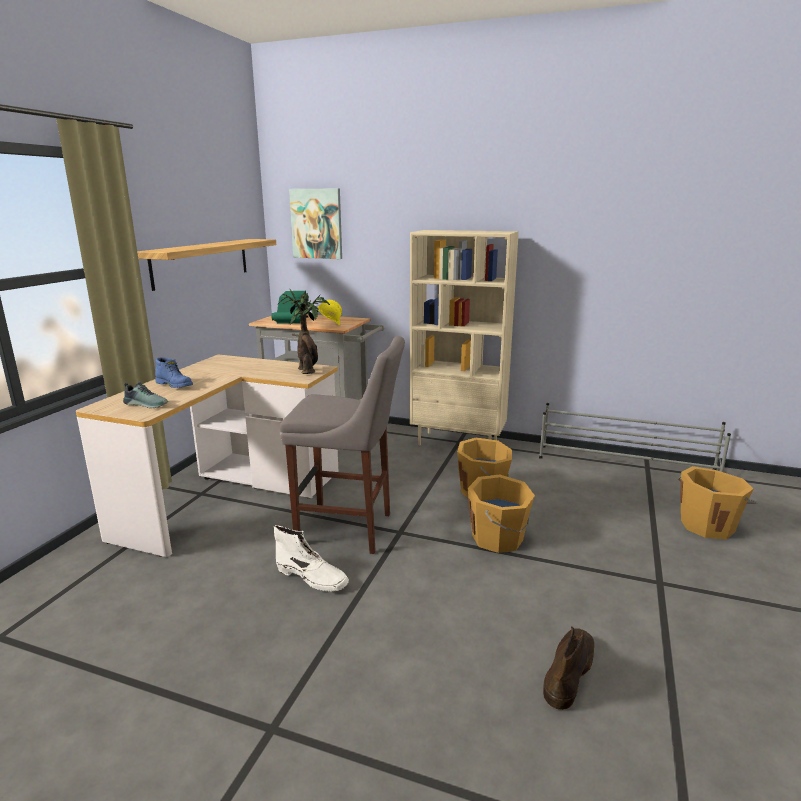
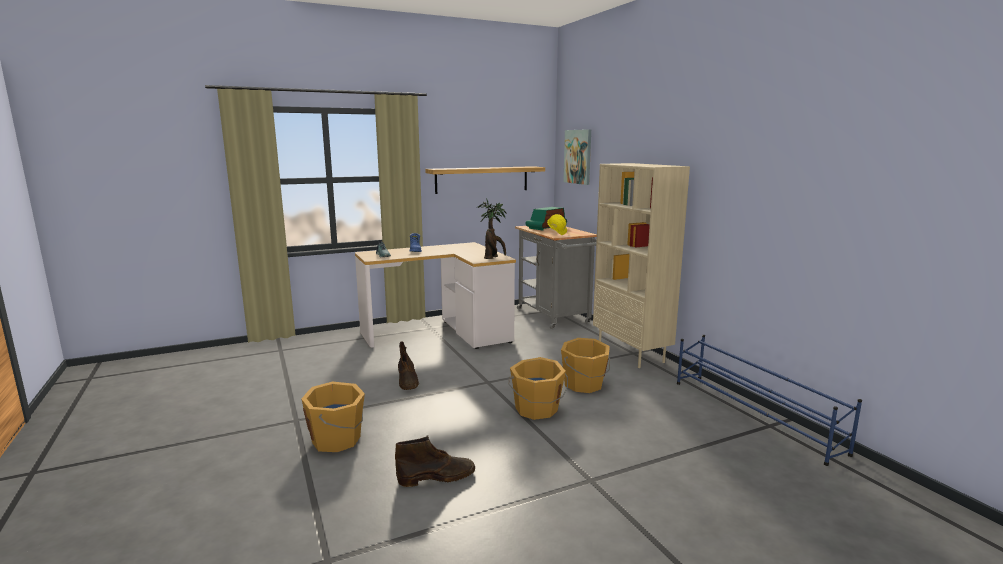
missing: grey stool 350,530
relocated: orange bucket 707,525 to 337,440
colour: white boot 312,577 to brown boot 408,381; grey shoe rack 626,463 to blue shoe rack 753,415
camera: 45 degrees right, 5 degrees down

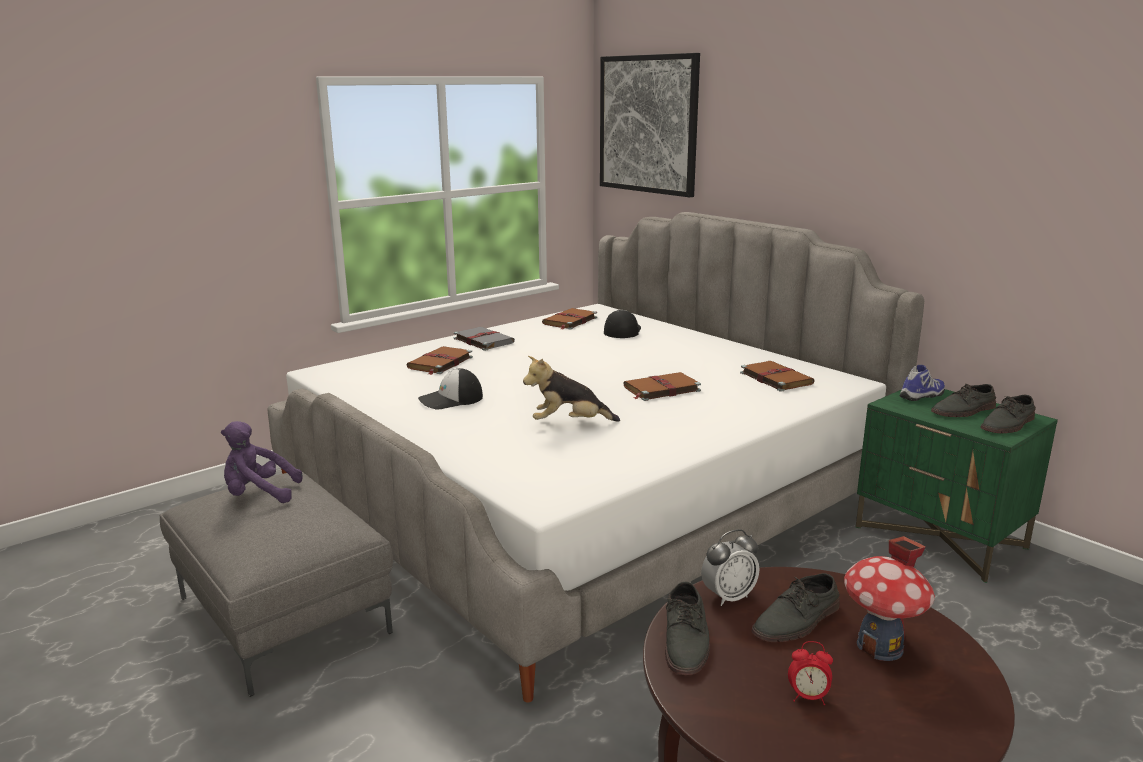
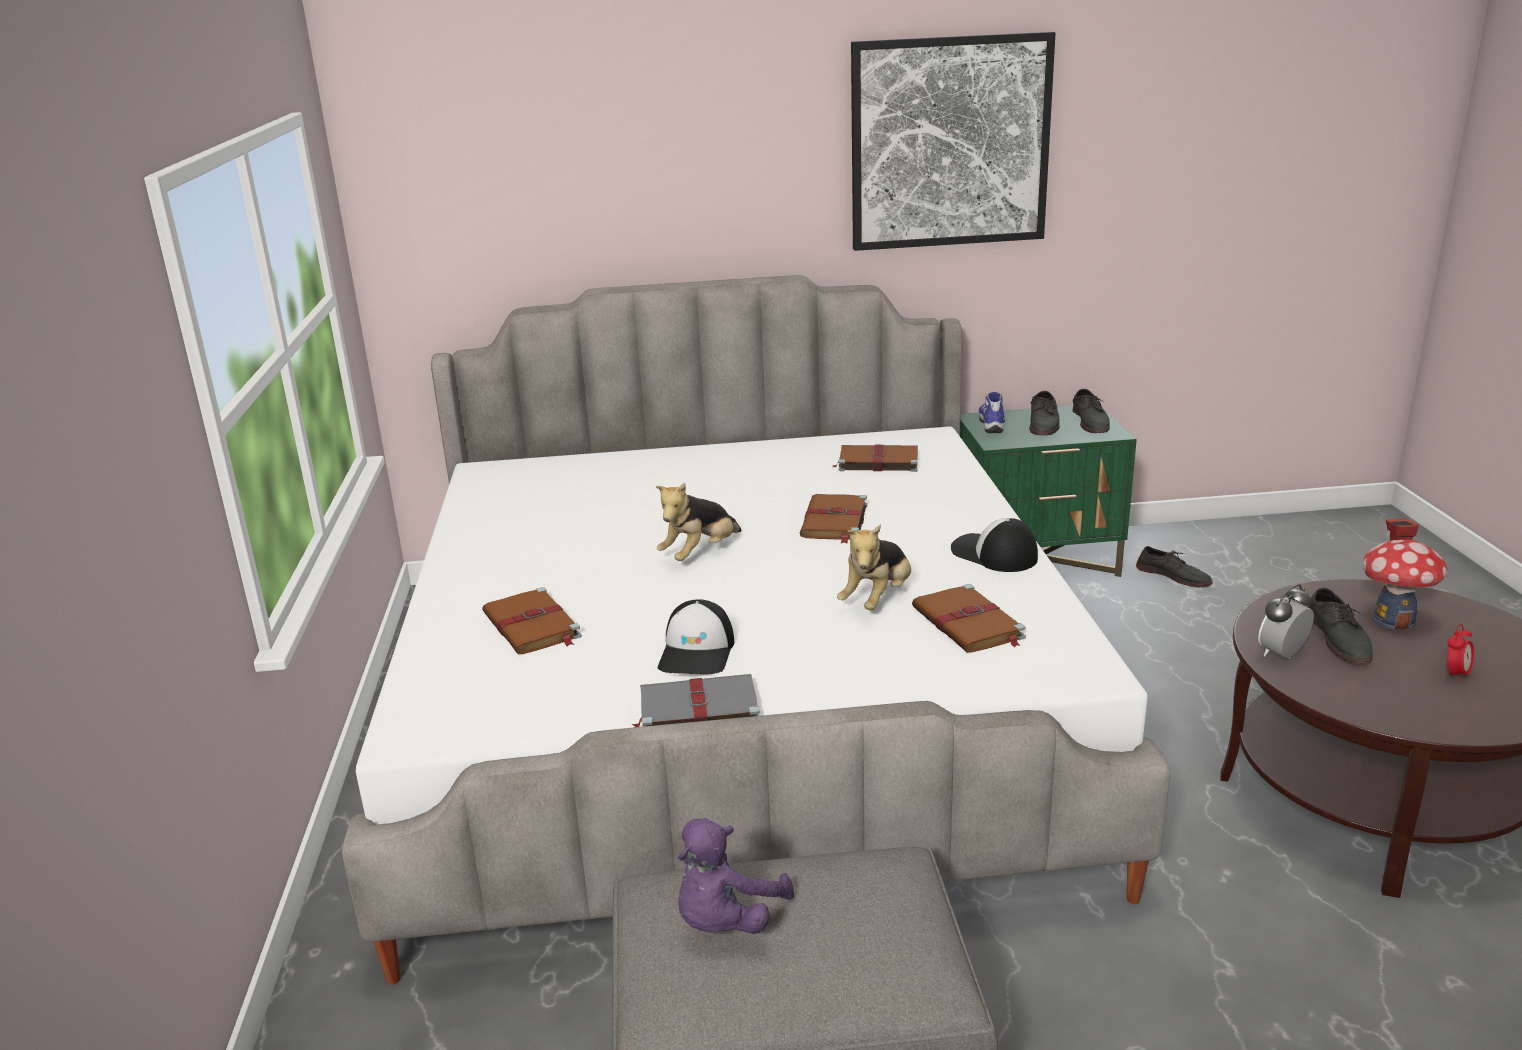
appeared: plush toy 700,553
relocated: grey book 482,340 to 696,709; picture 648,124 to 949,143; brown book 569,321 to 969,624; cap 622,331 to 993,554; grey shoe 686,640 to 1173,576
spun: alarm clock 728,597 = 1281,654 135 degrees counterclockwise
camera: 55 degrees left, 5 degrees up

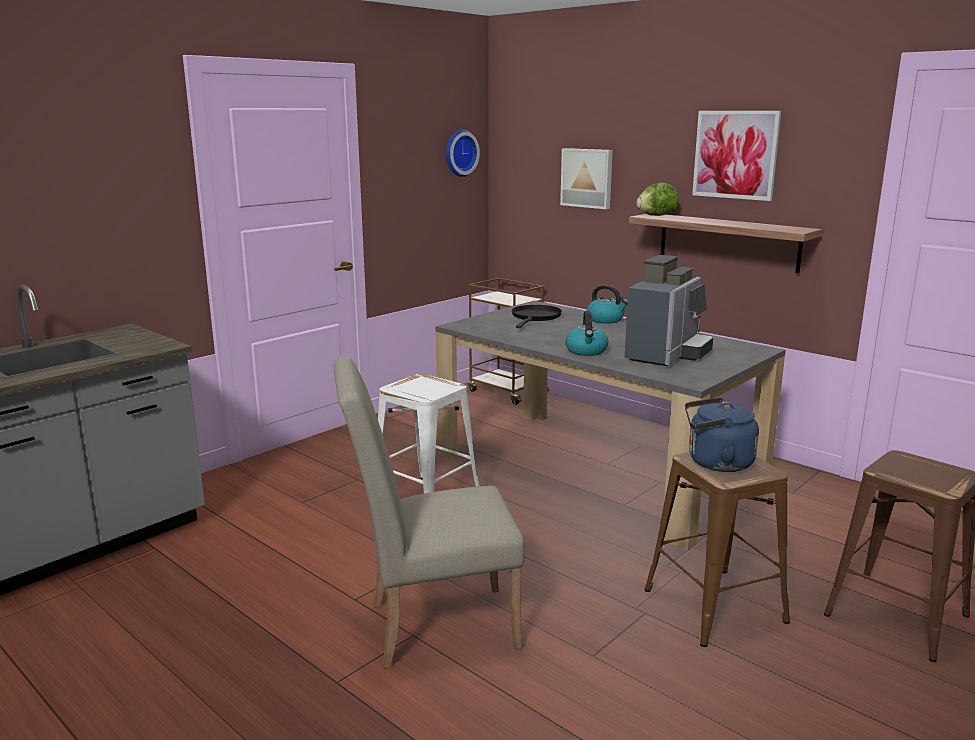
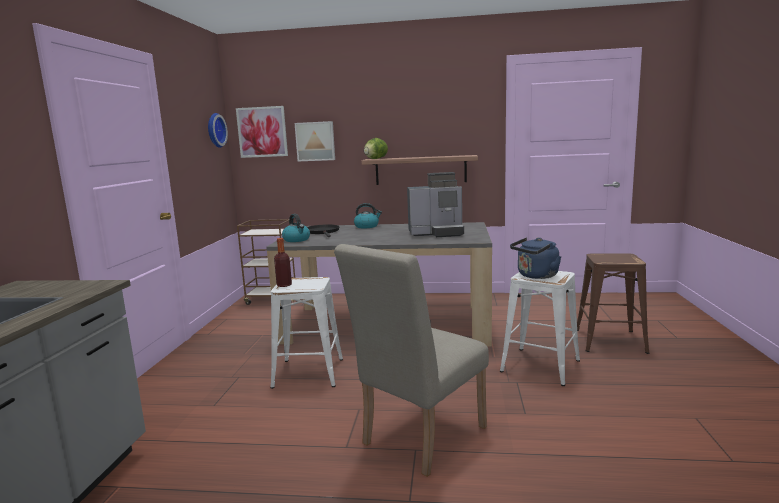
appeared: bottle 284,285
relocated: picture 735,154 to 262,132; kettle 586,351 to 297,240
colour: brown stool 716,605 to white stool 540,365
spun: coffee machine 667,354 = 437,233 90 degrees clockwise
camera: 35 degrees left, 5 degrees down

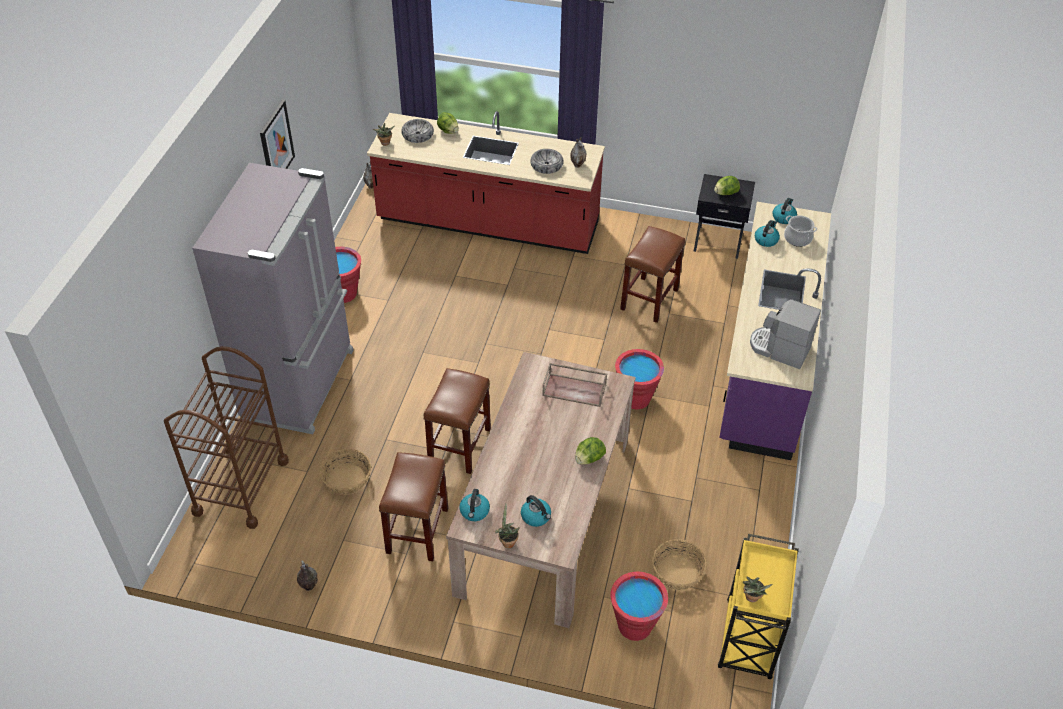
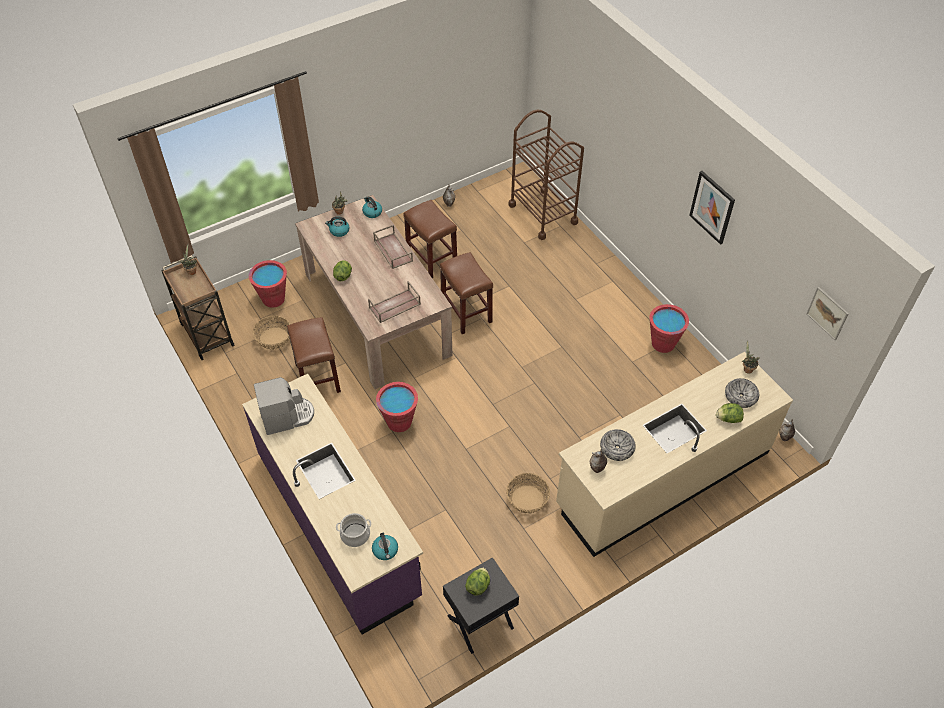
missing: grey fridge 301,384; kettle 766,240
appeared: brown tray 392,250; picture 827,313
relocated: brown stool 649,300 to 317,377; basket 346,479 to 527,499
colour: yellow cart 748,641 to brown cart 206,333; red counter 488,223 to beige counter 662,478
camera: 135 degrees right, 5 degrees up

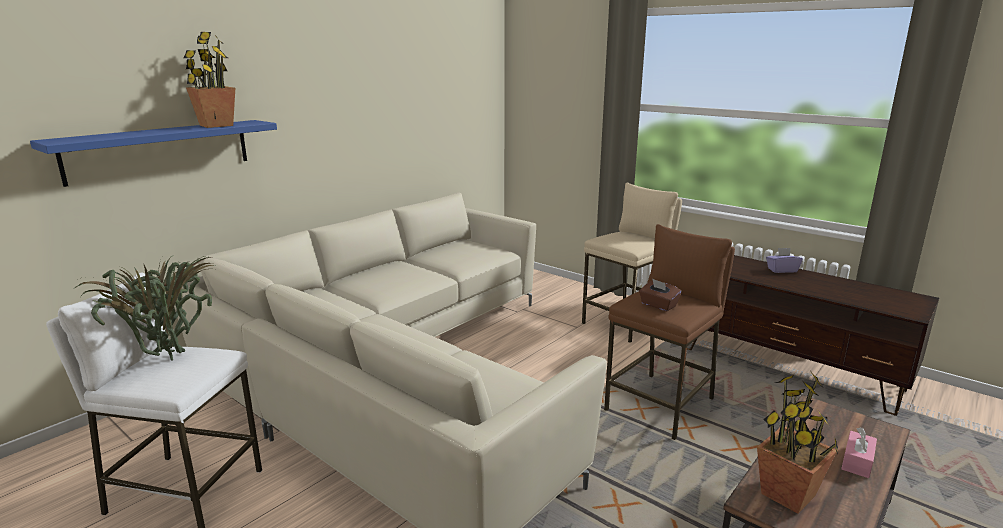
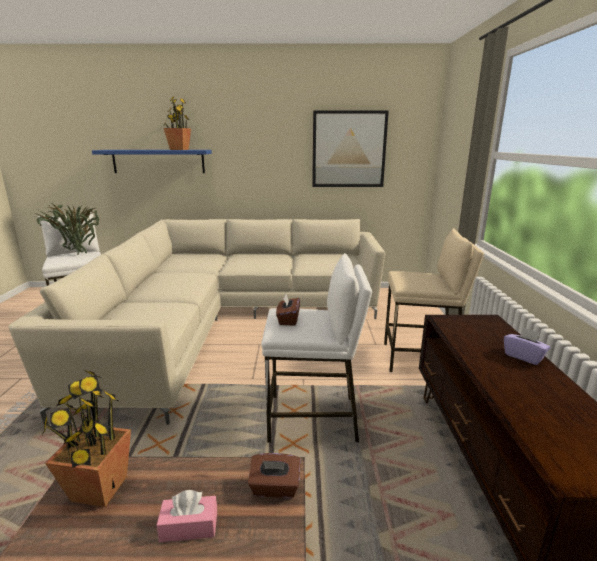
appeared: brown tissue box 275,488; picture 348,149
colour: brown stool 661,405 to white stool 313,419
camera: 50 degrees right, 0 degrees up

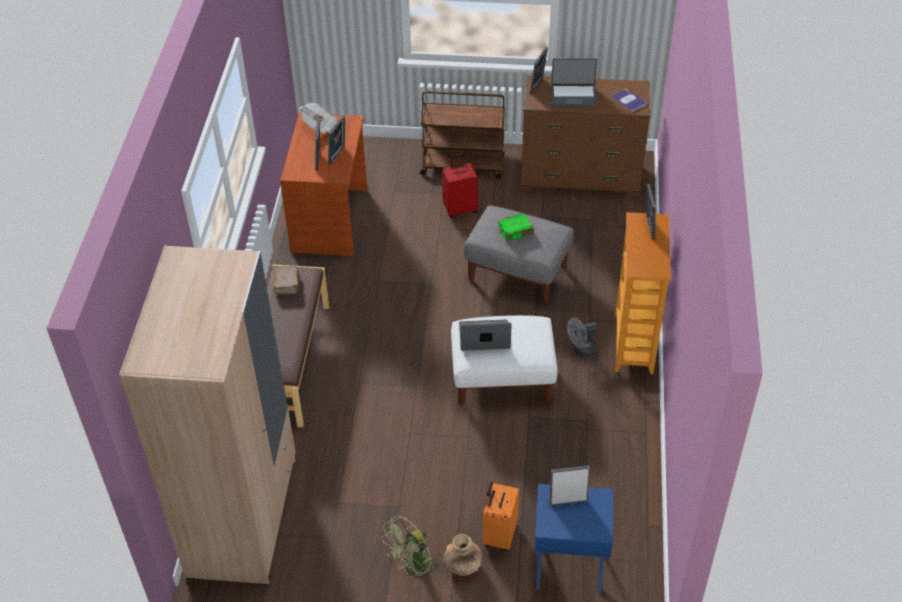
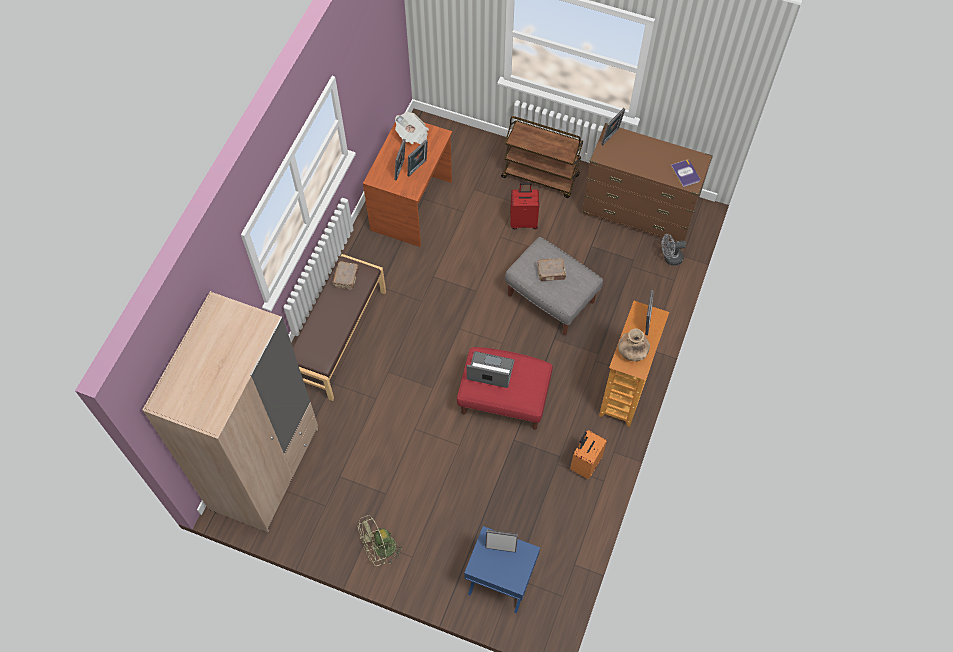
missing: laptop 573,96
relocated: orange suitcase 499,534 to 585,463; brown vase 462,566 to 632,352; grey fan 581,350 to 670,258
colour: white ottoman 501,379 to red ottoman 503,399; green book 516,232 to brown book 551,272
camera: 15 degrees right, 15 degrees up

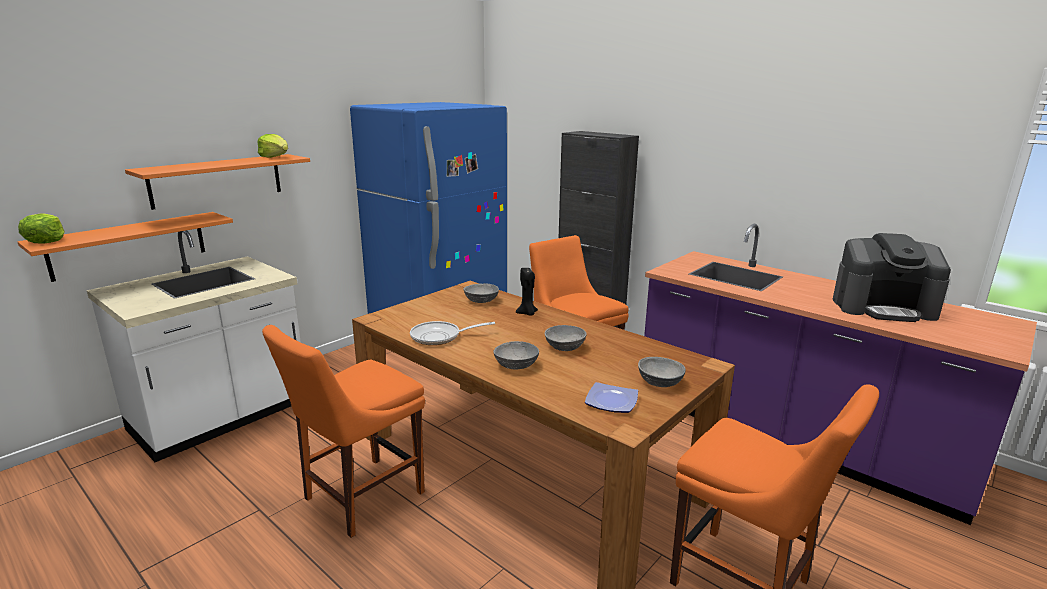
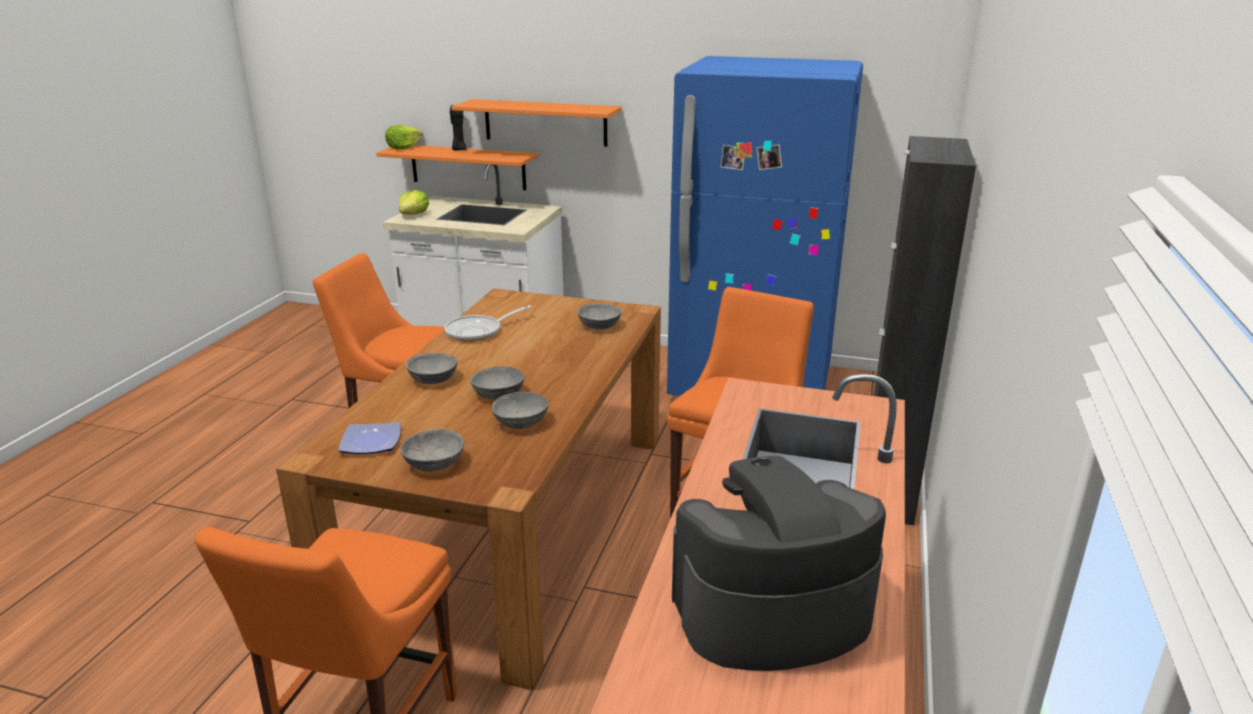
appeared: grey bowl 522,422
relocated: lettuce 275,157 to 413,215; black candle 527,313 to 459,150
spun: frying pan 440,337 = 478,331 90 degrees counterclockwise; coffee machine 883,307 = 770,611 90 degrees clockwise
camera: 65 degrees right, 5 degrees up

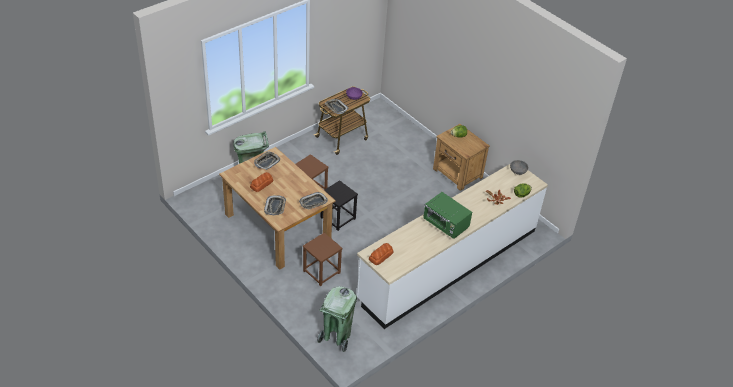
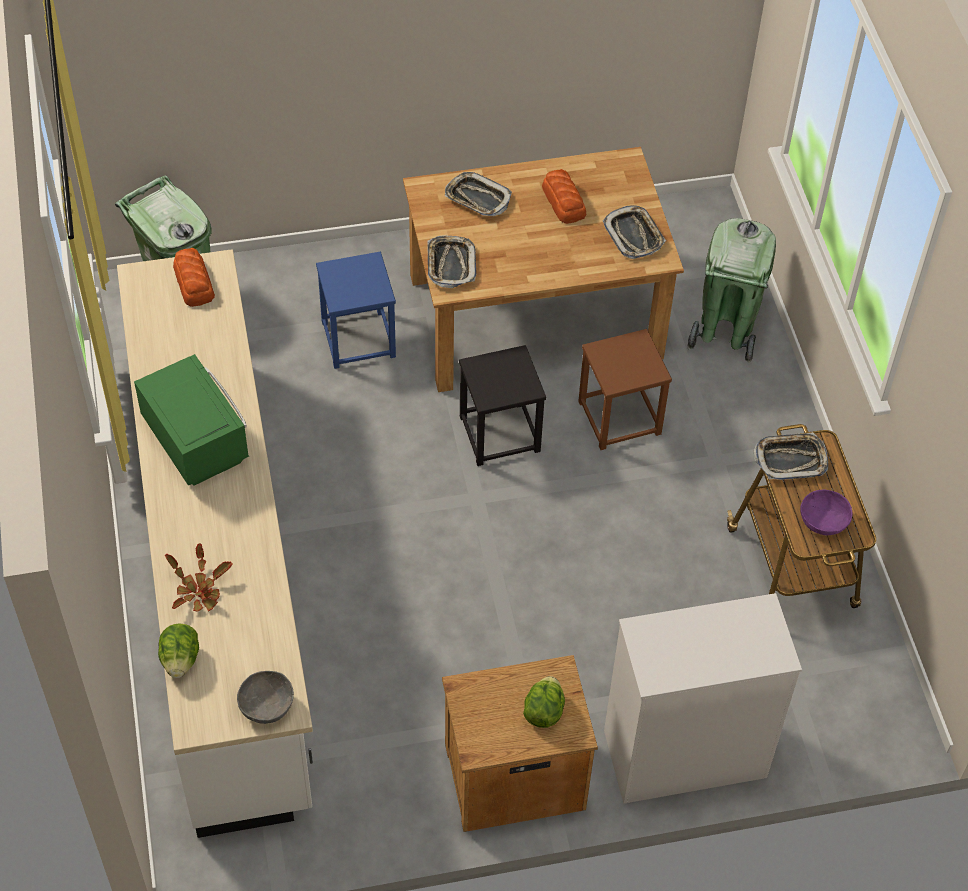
appeared: white dresser 683,754
colour: brown stool 322,272 to blue stool 357,339
spun: green microwave 446,225 = 196,440 75 degrees clockwise
camera: 120 degrees right, 10 degrees up

